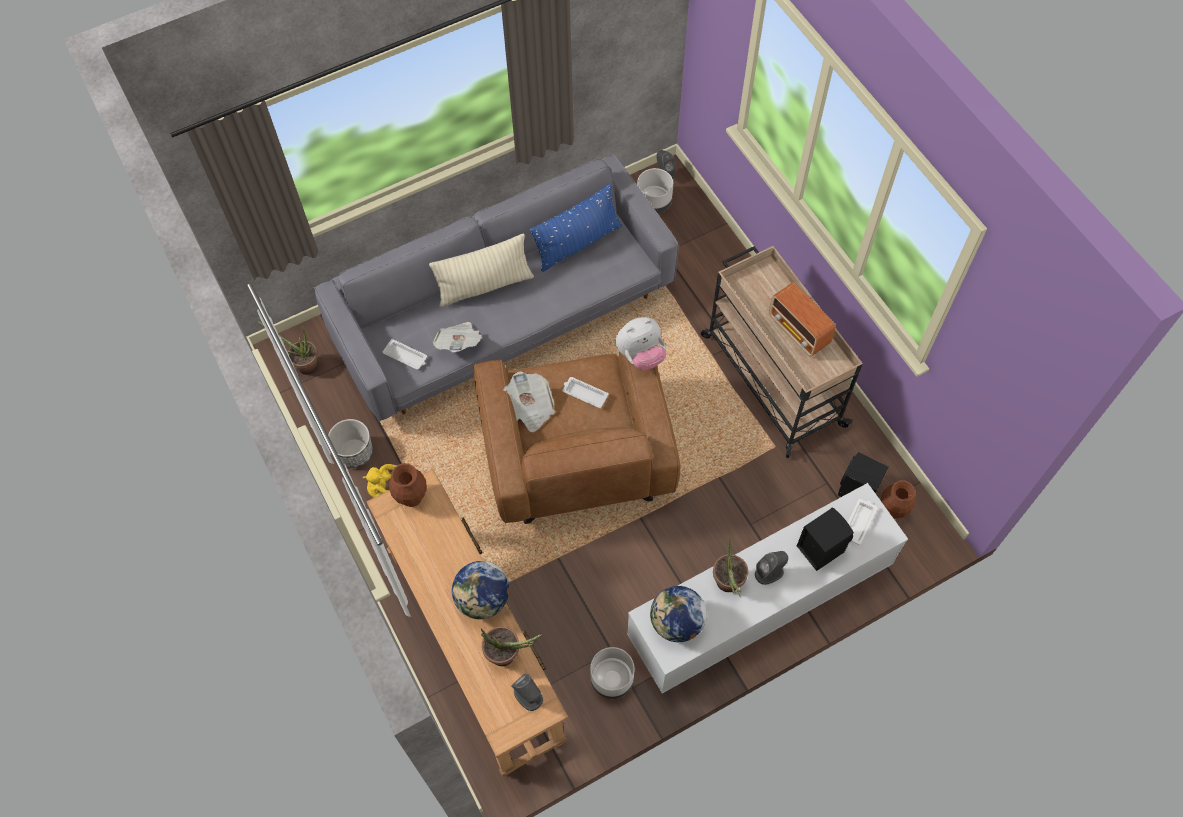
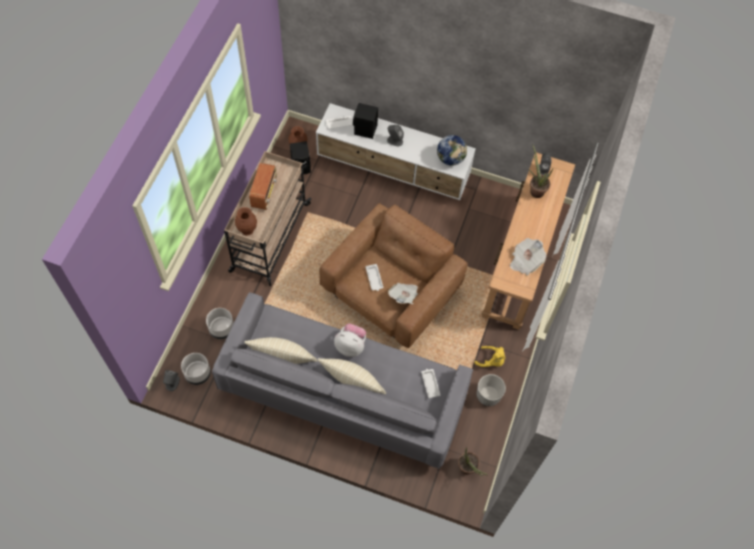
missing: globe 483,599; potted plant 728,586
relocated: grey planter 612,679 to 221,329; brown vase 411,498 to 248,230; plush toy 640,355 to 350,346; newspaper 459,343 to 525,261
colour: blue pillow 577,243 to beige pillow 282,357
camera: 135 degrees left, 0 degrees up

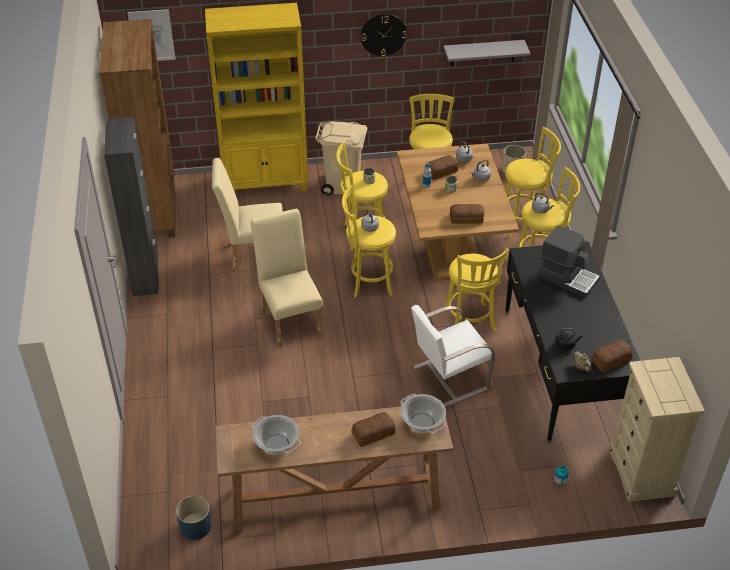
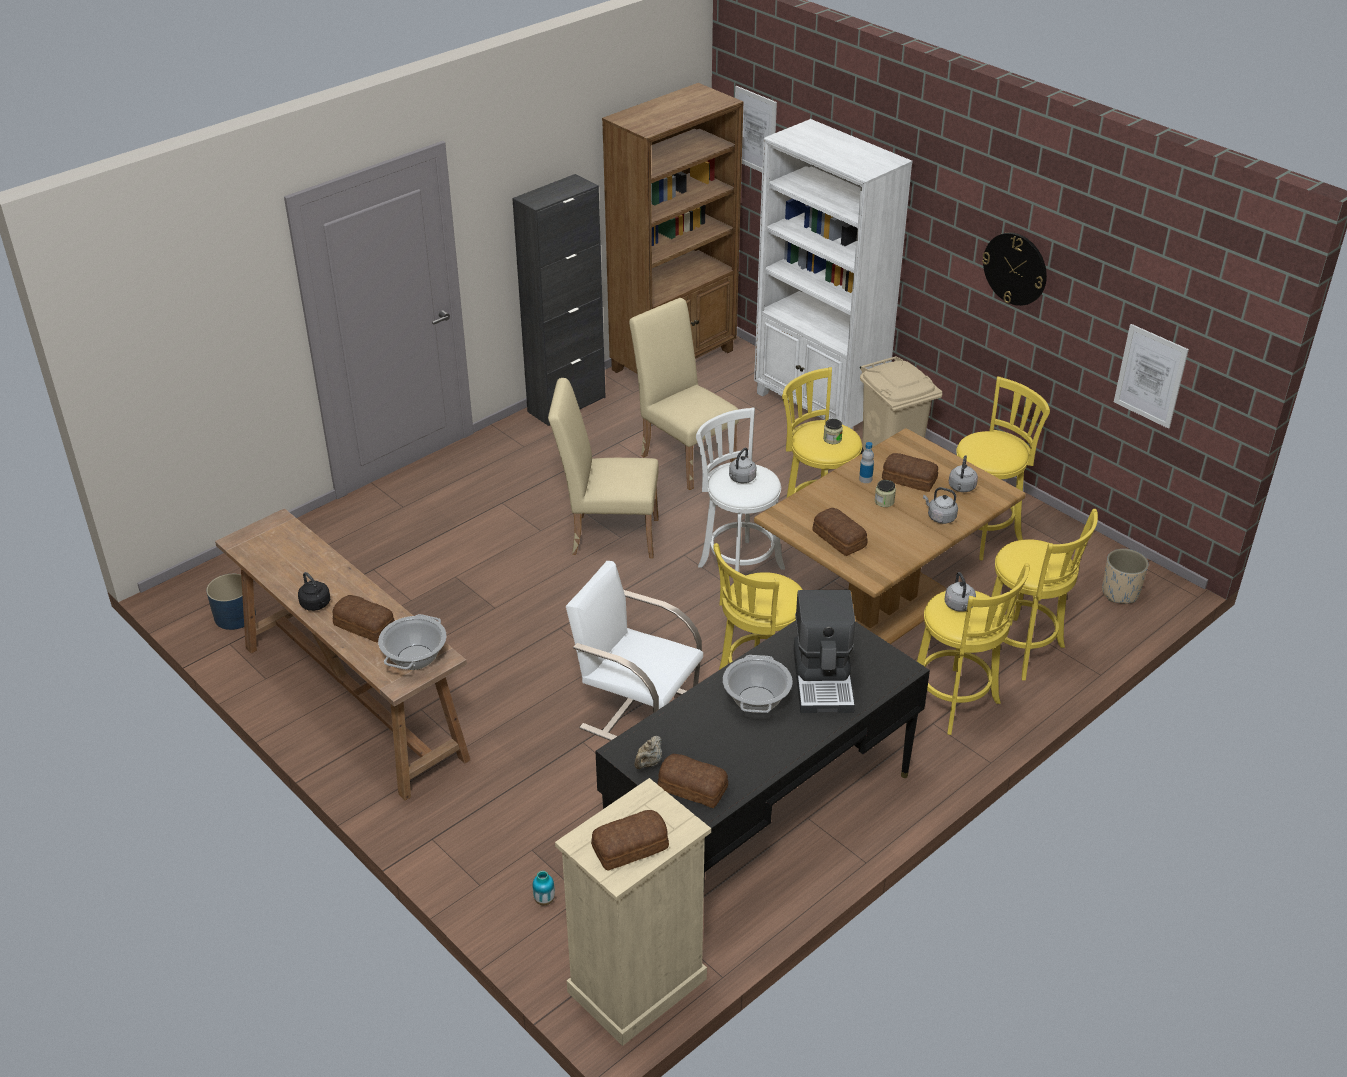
appeared: bread 631,848
relocated: black kettle 566,345 to 316,605; cooking pot 277,444 to 756,700
exchanged: grey shelf 483,52 to picture 1150,376
colour: yellow stool 368,281 to white stool 738,565; yellow bookcase 266,182 to white bookcase 819,407
spun: beige chair 290,319 = 607,535 120 degrees counterclockwise
camera: 55 degrees right, 5 degrees down

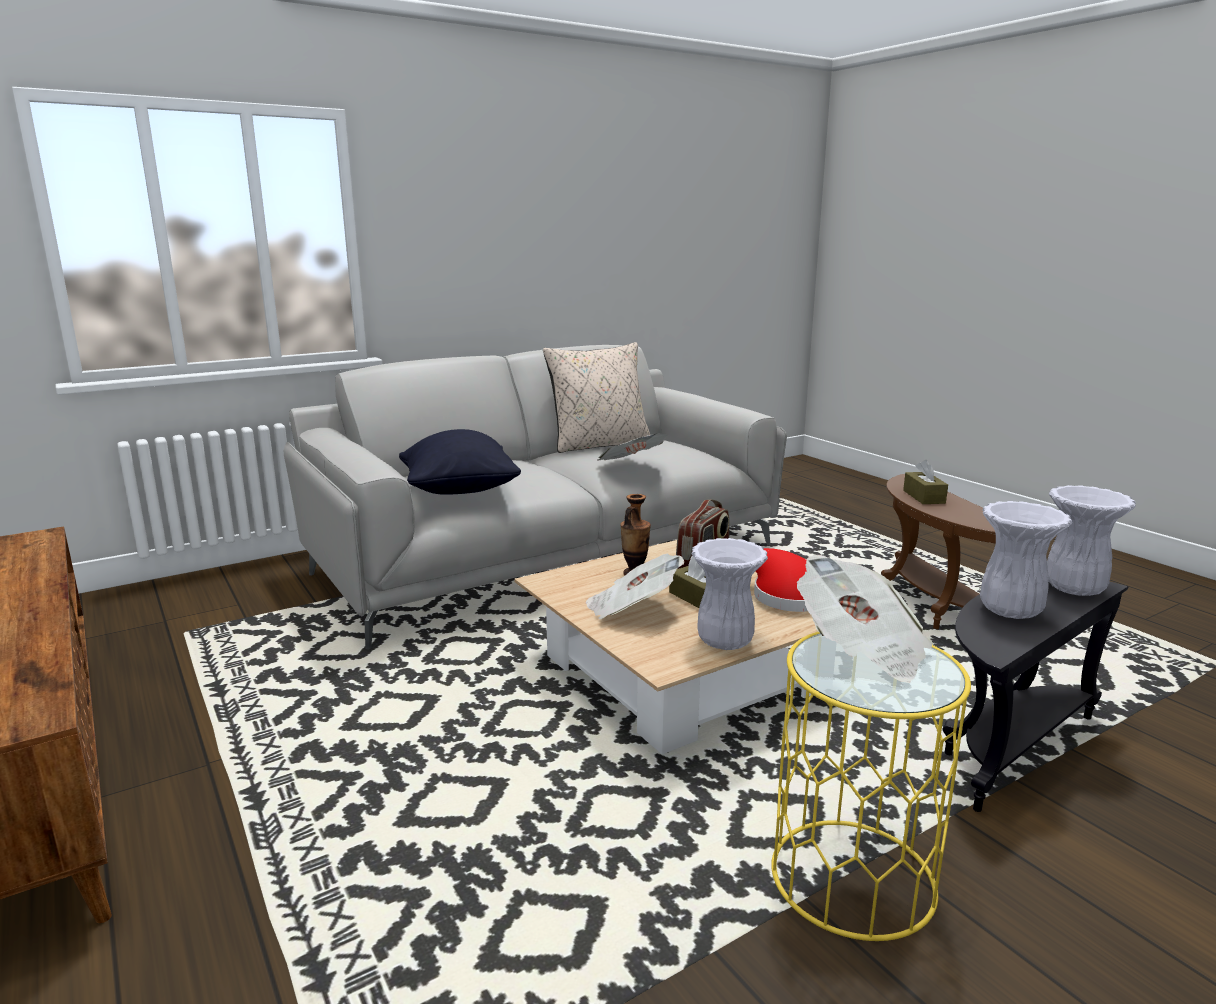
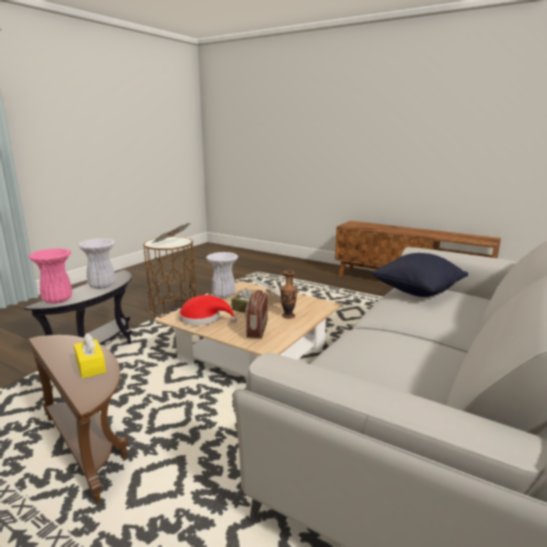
missing: beige pillow 599,444; newspaper 631,466
colour: white vase 1073,589 to pink vase 58,300; brown tissue box 924,497 to yellow tissue box 90,366; yellow side table 851,877 to brown side table 173,308
camera: 155 degrees right, 0 degrees up

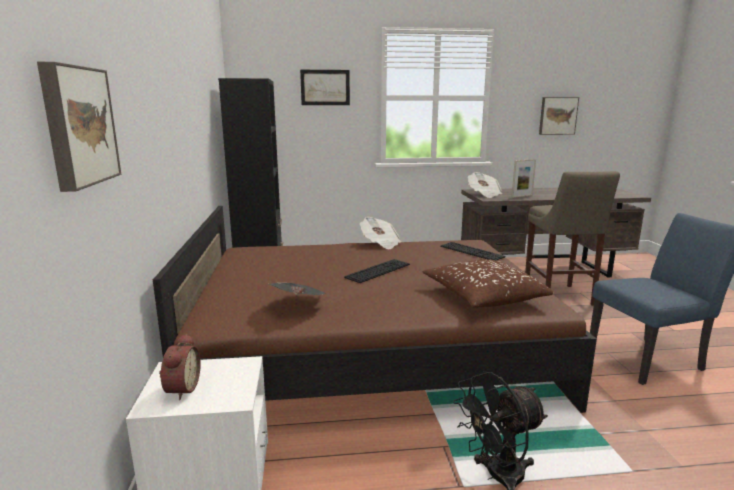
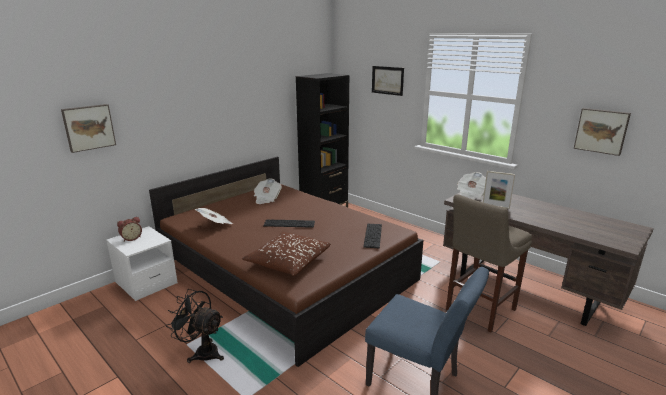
relocated: newspaper 380,243 to 266,199
camera: 50 degrees right, 5 degrees up

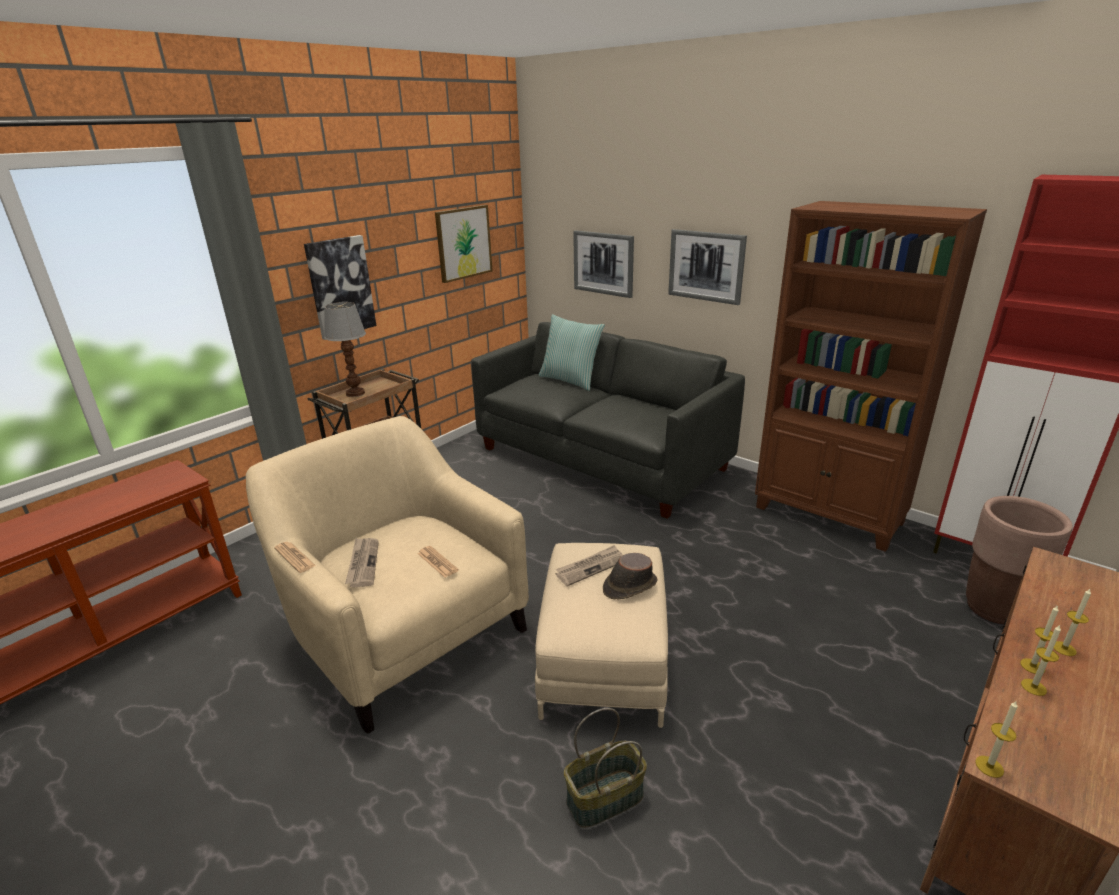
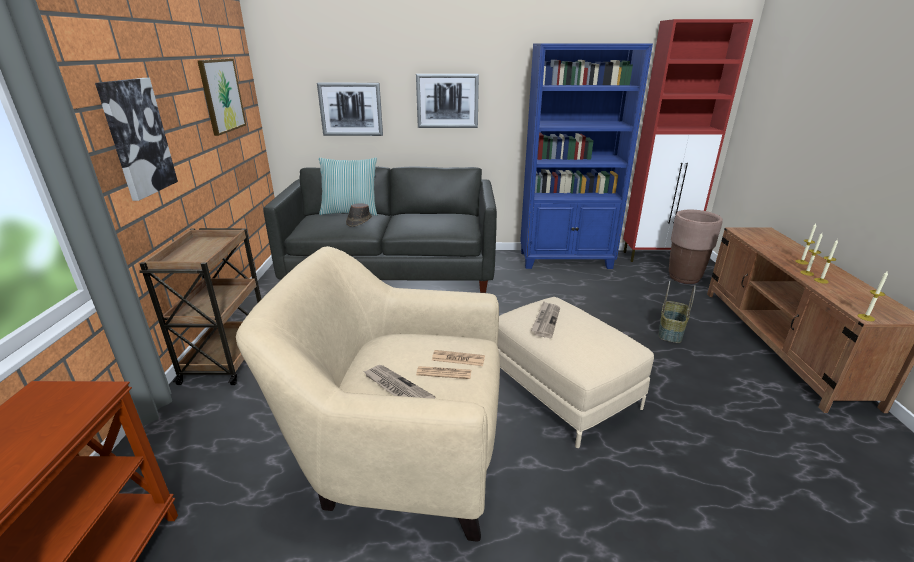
missing: table lamp 355,393
relocated: brown hat 629,586 to 359,221; newspaper 295,557 to 444,373; basket 605,799 to 671,332
colour: brown bookcase 829,515 to blue bookcase 566,260
camera: 40 degrees left, 0 degrees up

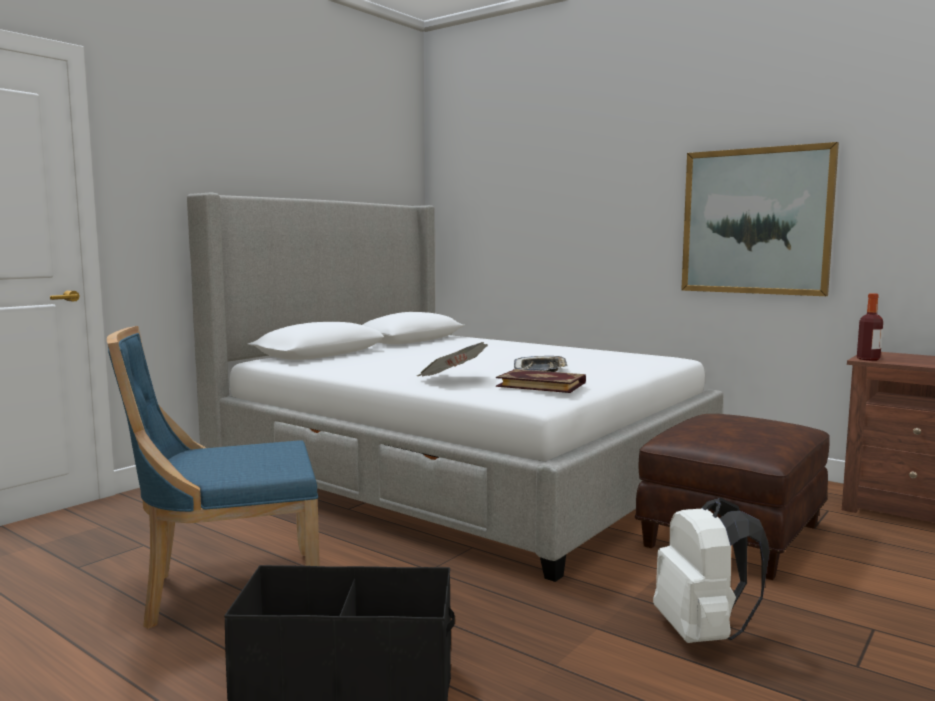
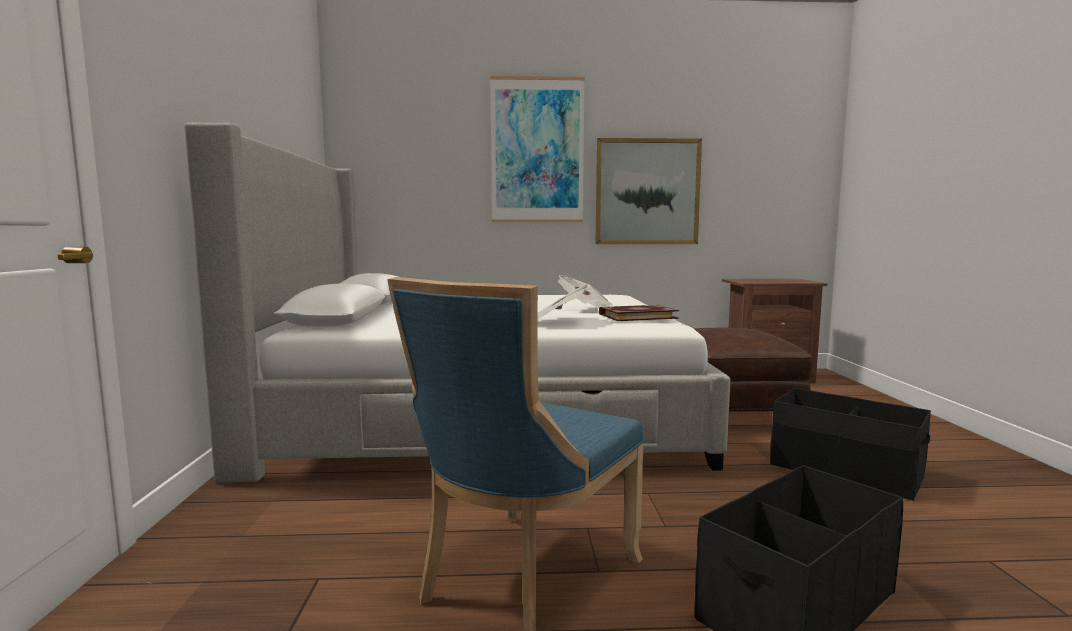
missing: bottle 868,359
appeared: picture 537,151
exchanged: tray 541,370 to newspaper 585,309; white backpack 703,634 to black storage box 845,471
camera: 40 degrees left, 0 degrees up

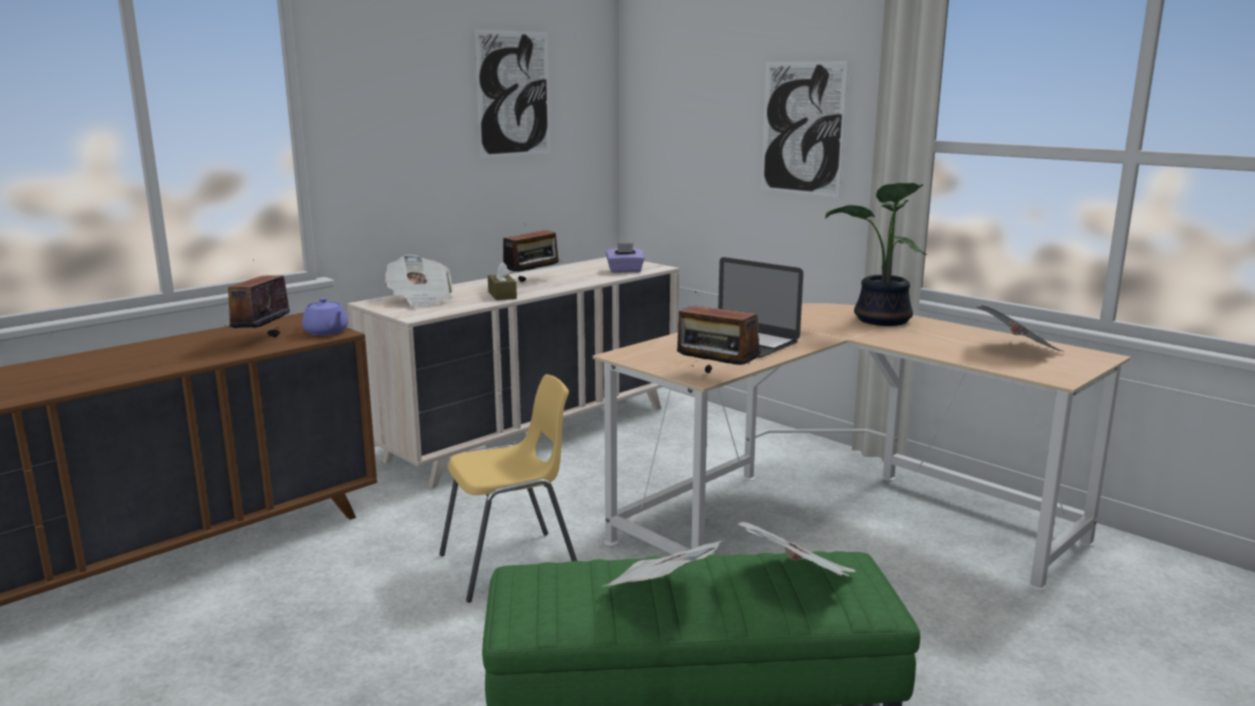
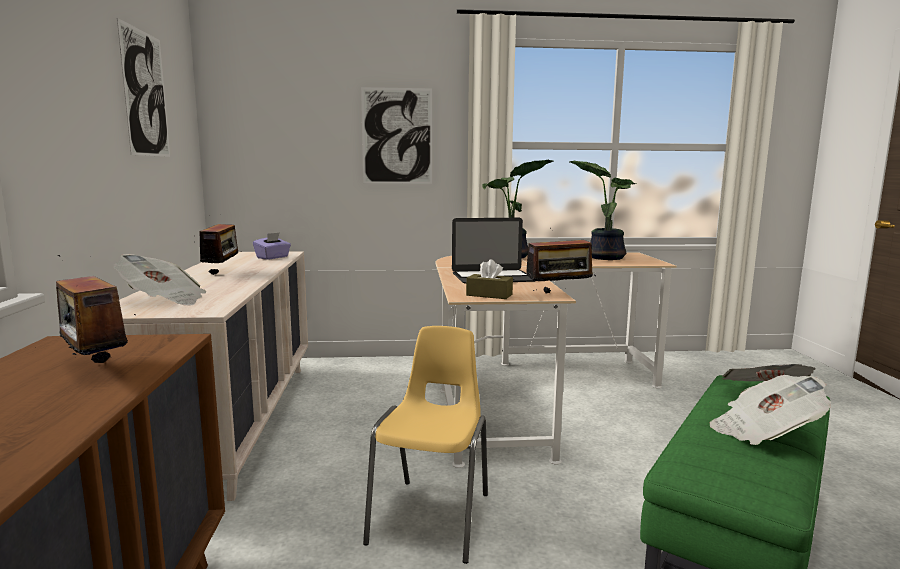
missing: purple teapot 326,332
relocated: brown tissue box 502,295 to 489,295
exchanged: newspaper 1018,350 to potted plant 604,257
camera: 50 degrees left, 5 degrees down

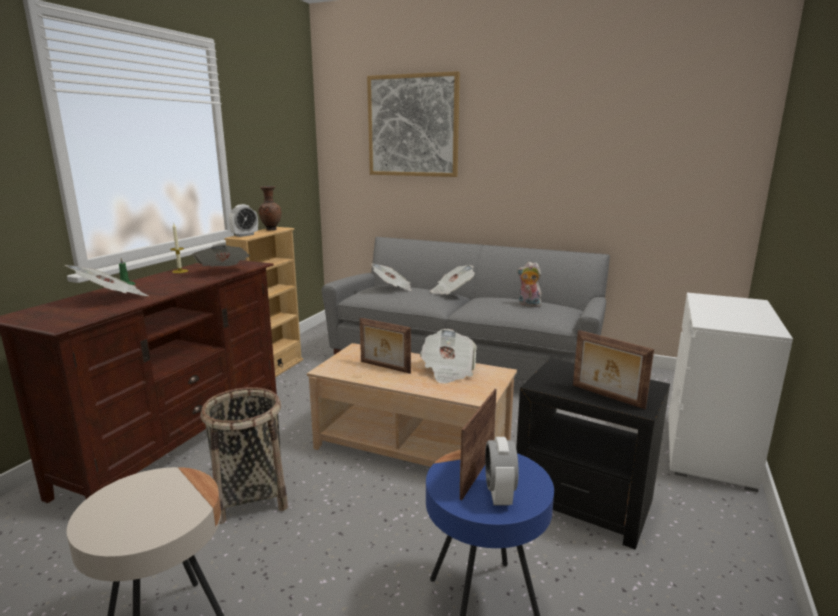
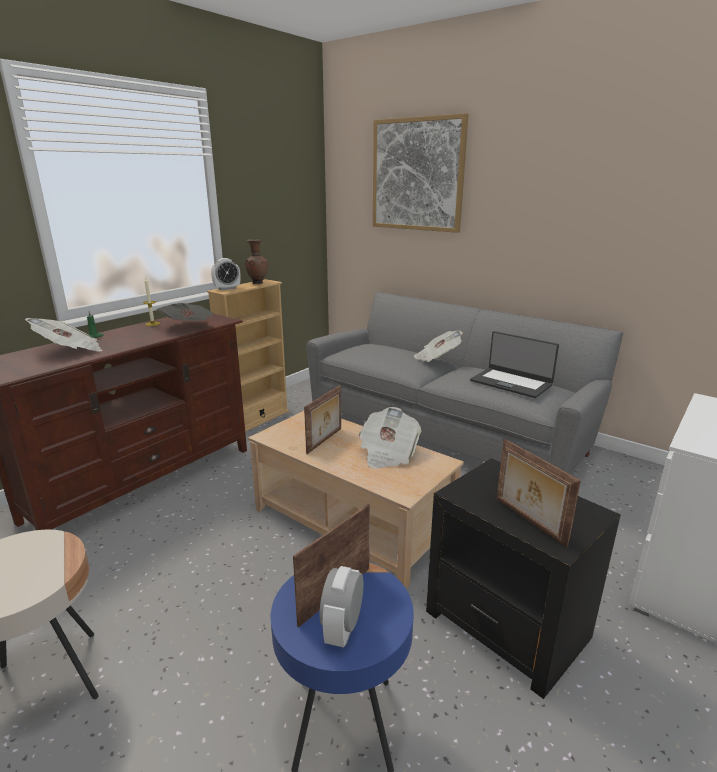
missing: basket 251,496; newspaper 393,288
exchanged: plush toy 528,305 to laptop 511,383
spun: picture frame 384,367 = 325,441 105 degrees counterclockwise
camera: 15 degrees right, 5 degrees up

